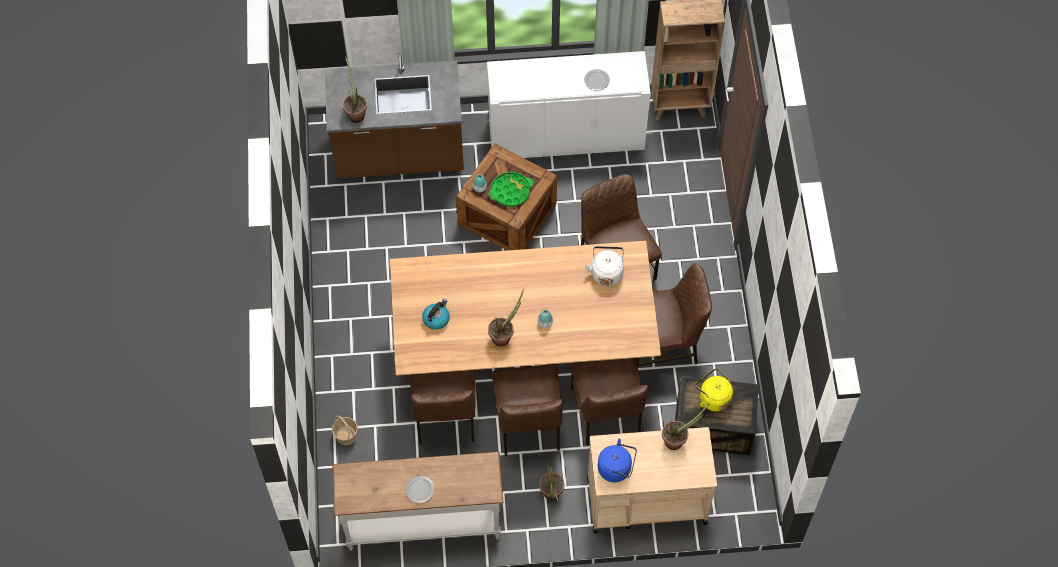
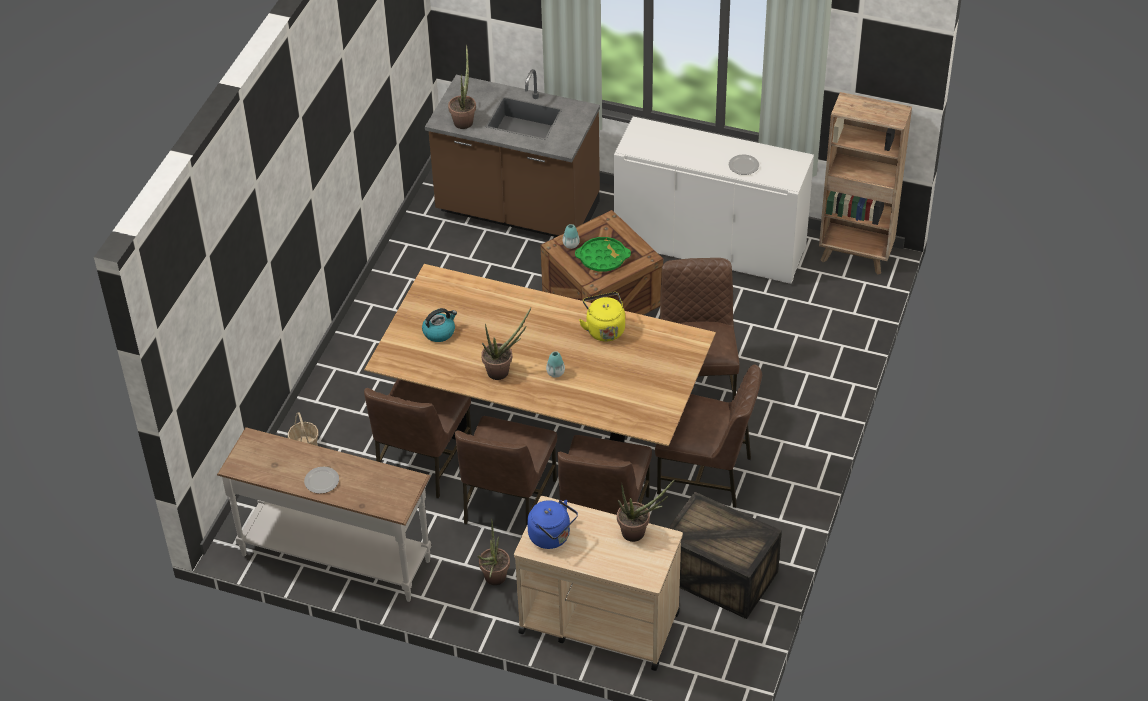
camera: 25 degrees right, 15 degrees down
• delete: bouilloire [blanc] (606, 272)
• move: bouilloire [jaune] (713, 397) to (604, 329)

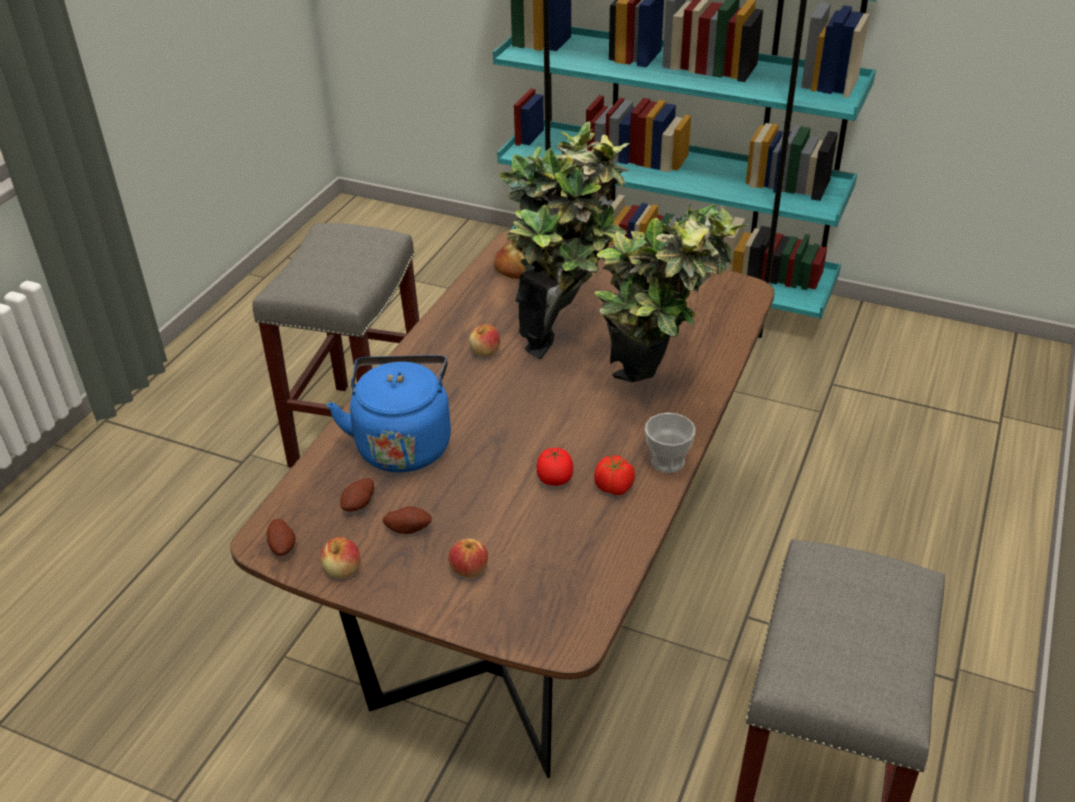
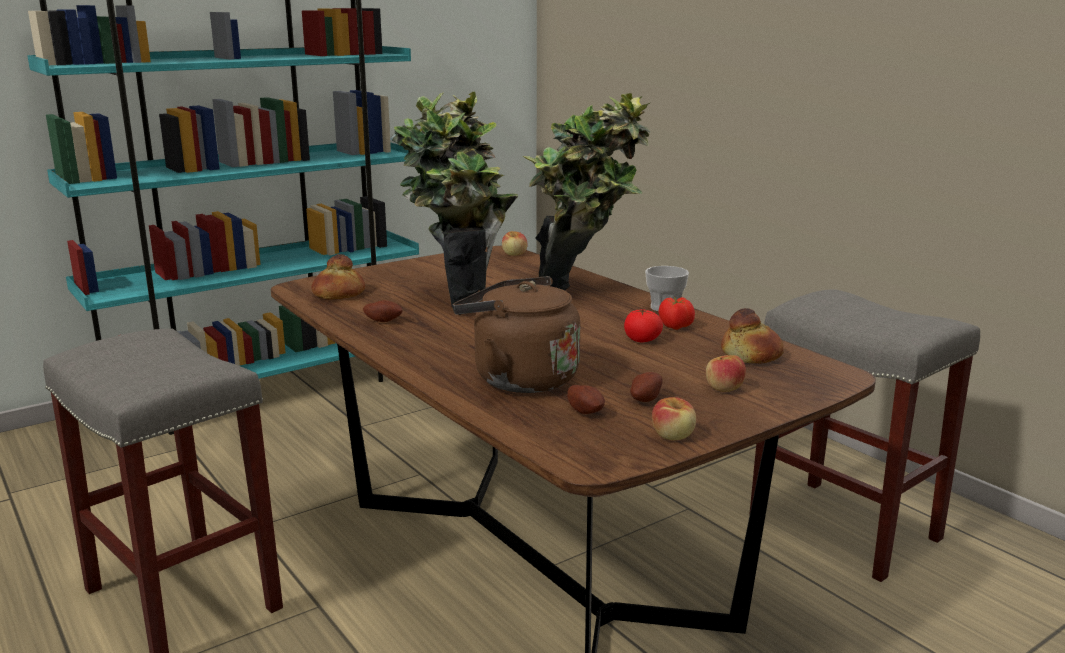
camera: 60 degrees left, 20 degrees down
• move: pomme de terre (283, 546) to (384, 321)
• recolor: bouilloire [bleu] (403, 443) to bouilloire [marron] (519, 378)
• move: pomme (485, 352) to (514, 254)
• insert: pain (751, 354)

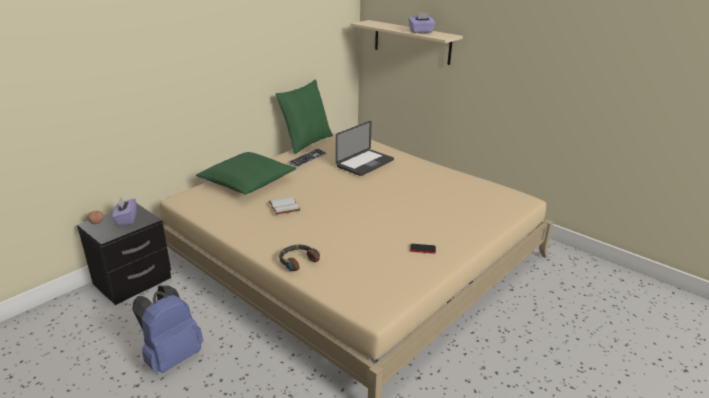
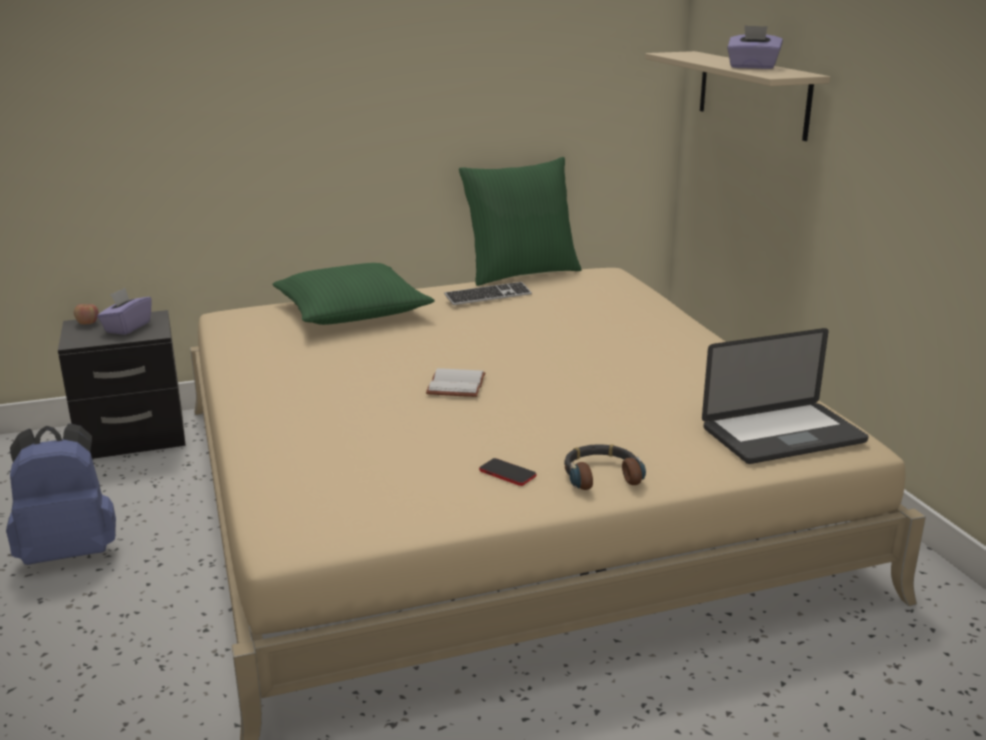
camera: 30 degrees right, 5 degrees down
• move: livre [blanc] (283, 206) to (454, 385)
• move: casque audio (298, 260) to (601, 475)
• move: ordinateur portable (365, 163) to (783, 435)

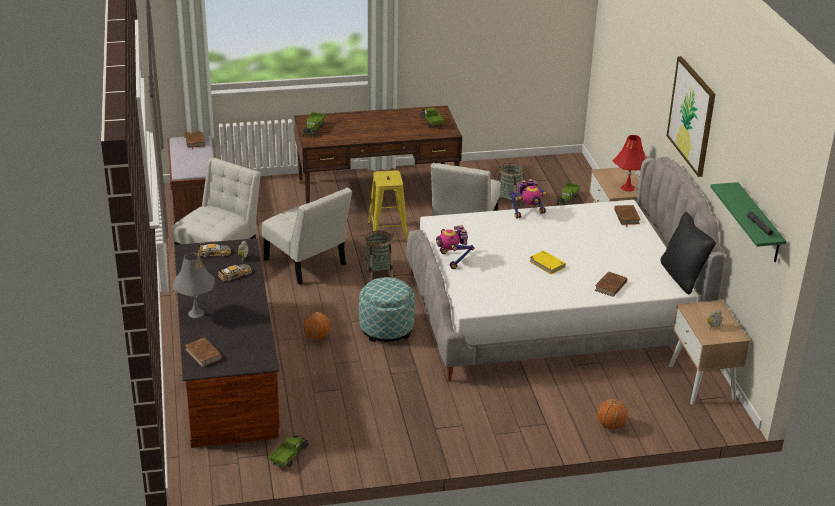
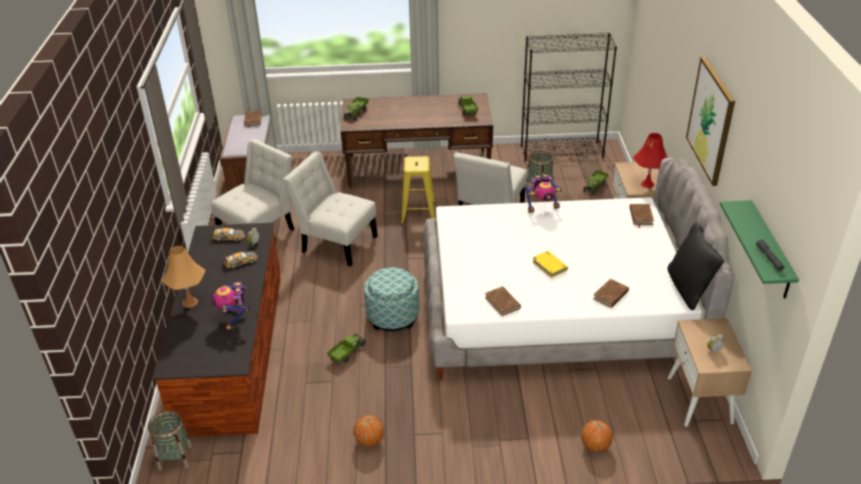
camera: 10 degrees right, 5 degrees up
• recolor: lampe de table [gris] (196, 313) to lampe de table [orange] (190, 302)
• move: livre [marron] (203, 354) to (502, 303)
• rotate: chaise [blanc] (307, 264) = (336, 242) 150 degrees clockwise
• move: camion jouet (289, 456) to (347, 353)
• move: ballon de basket (317, 337) to (369, 441)
• move: panier (378, 273) to (175, 457)
• move: robot jouet (452, 259) to (234, 317)
• insert: bibliothèque [noir] (562, 151)

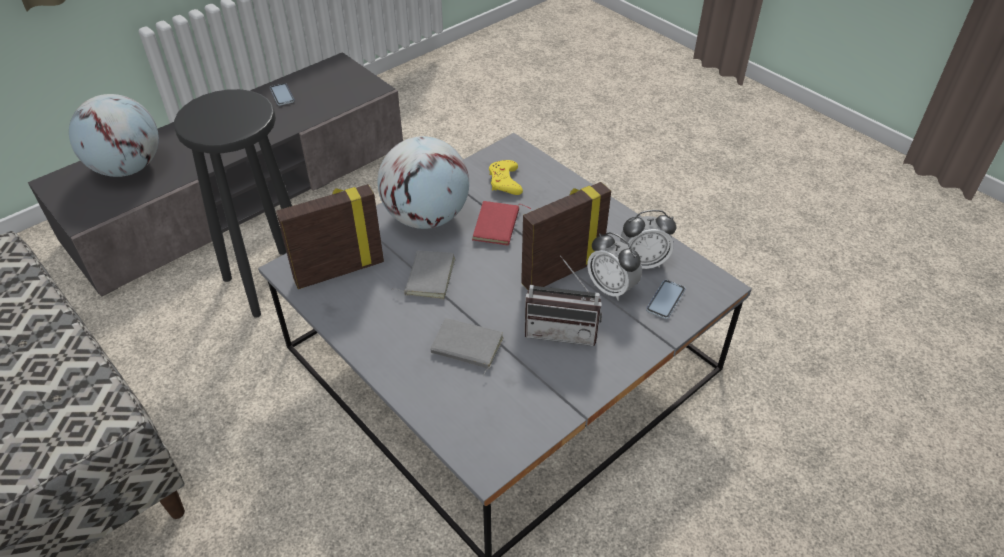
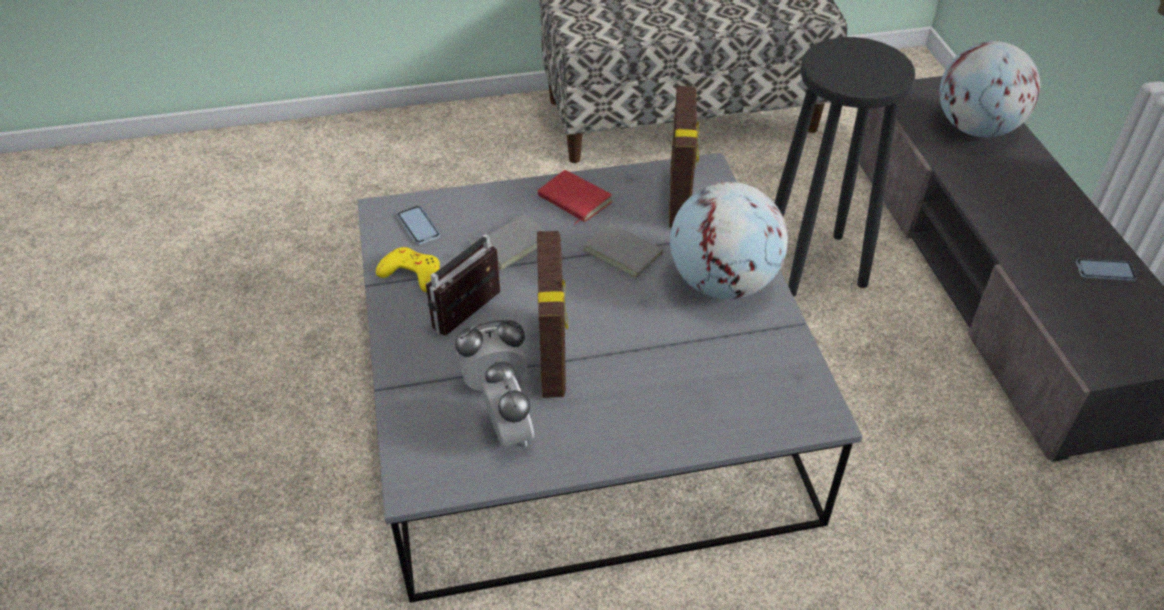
camera: 120 degrees right, 0 degrees up
• move: livre [rouge] (498, 226) to (573, 200)
• move: manette [jaune] (505, 181) to (411, 273)
• rotate: réveil (643, 262) = (509, 434) 135 degrees clockwise
• move: téléphone (665, 300) to (418, 226)

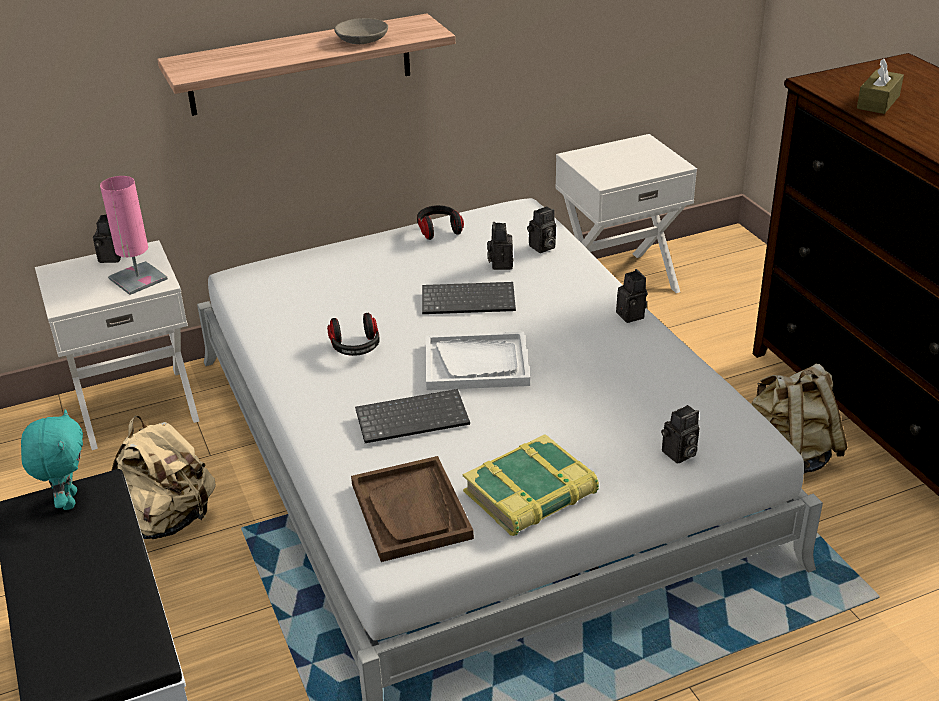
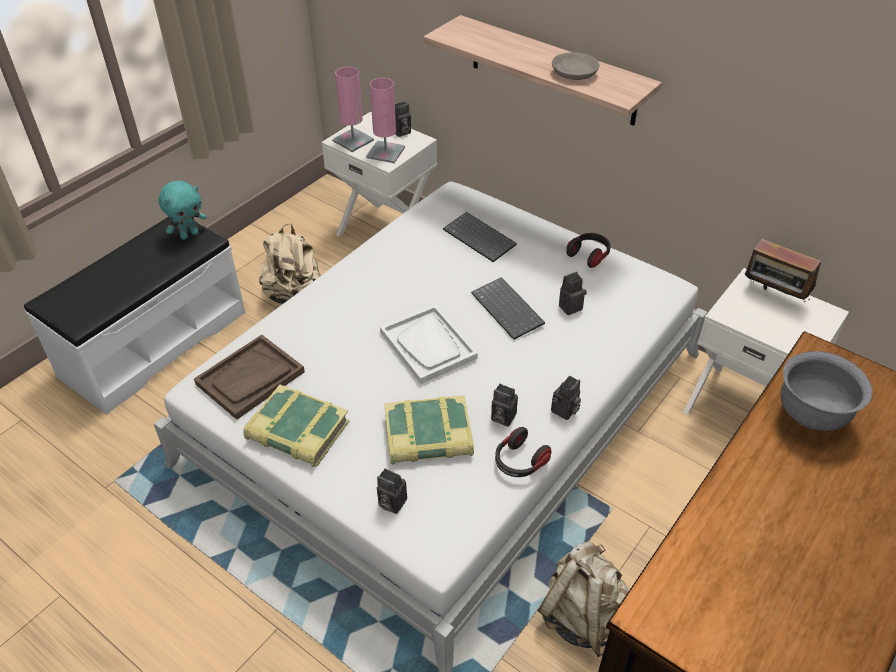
camera: 60 degrees right, 10 degrees up
• move: casque audio (355, 347) to (519, 462)
• move: clavier (413, 417) to (481, 238)
• move: appareil photo (542, 247) to (501, 417)
• replace: boîte à mouchoirs [marron] (878, 102) to bol [gris] (811, 415)
• insert: lampe de table [rose] (353, 140)
• insert: livre (428, 437)
• insert: radio (773, 296)

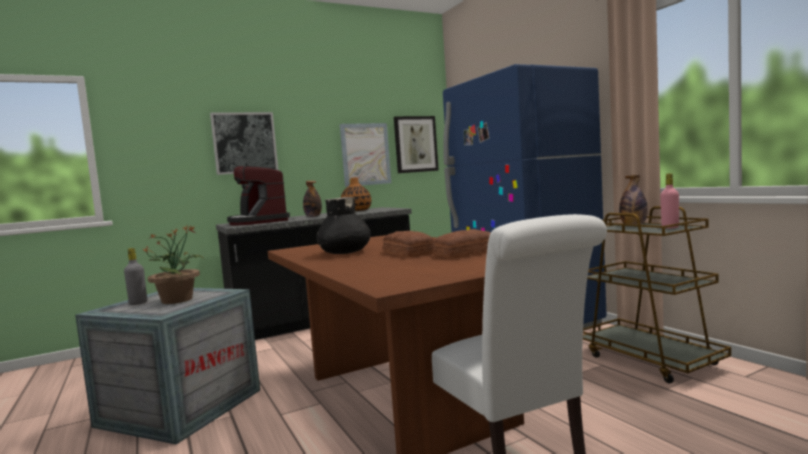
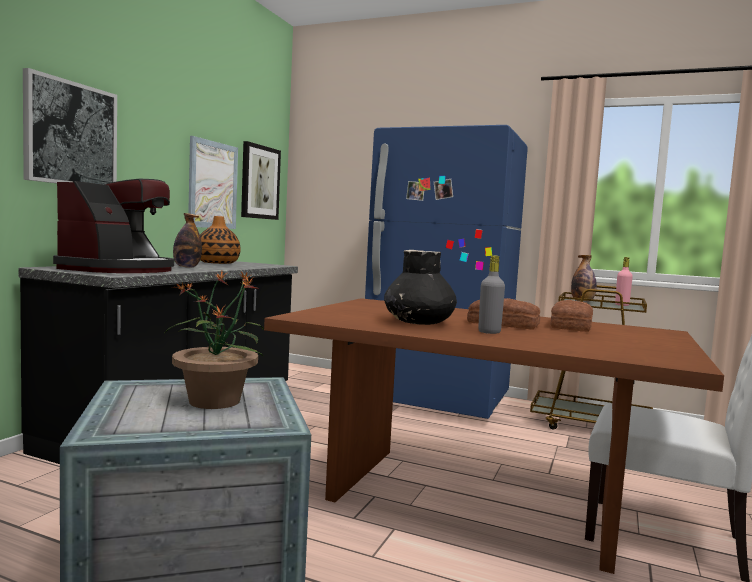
camera: 40 degrees left, 0 degrees up
• move: bouteille [gris] (138, 303) to (489, 332)
• rotate: machine à café (258, 222) = (119, 269) 90 degrees counterclockwise

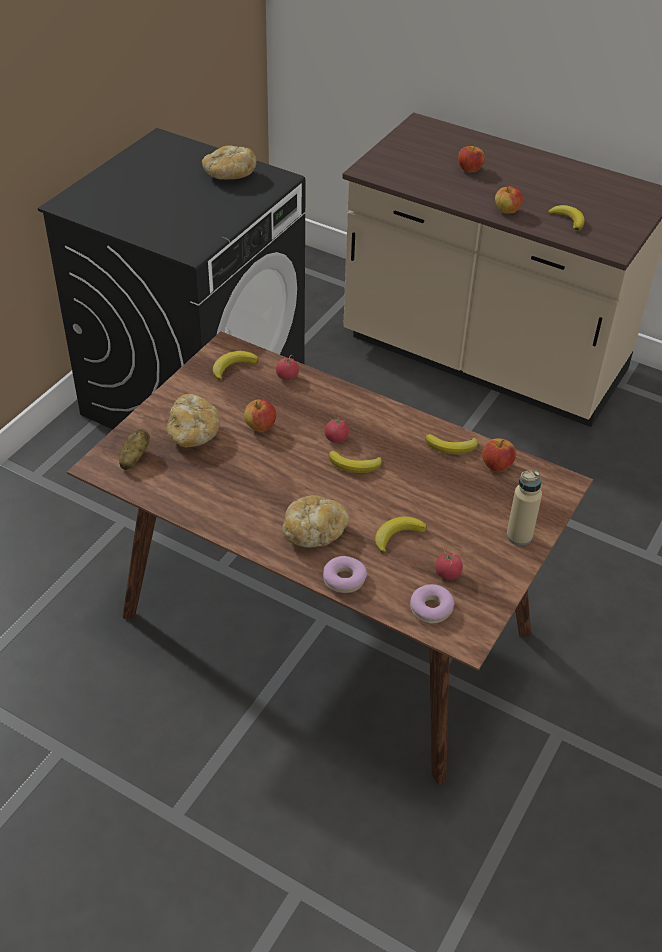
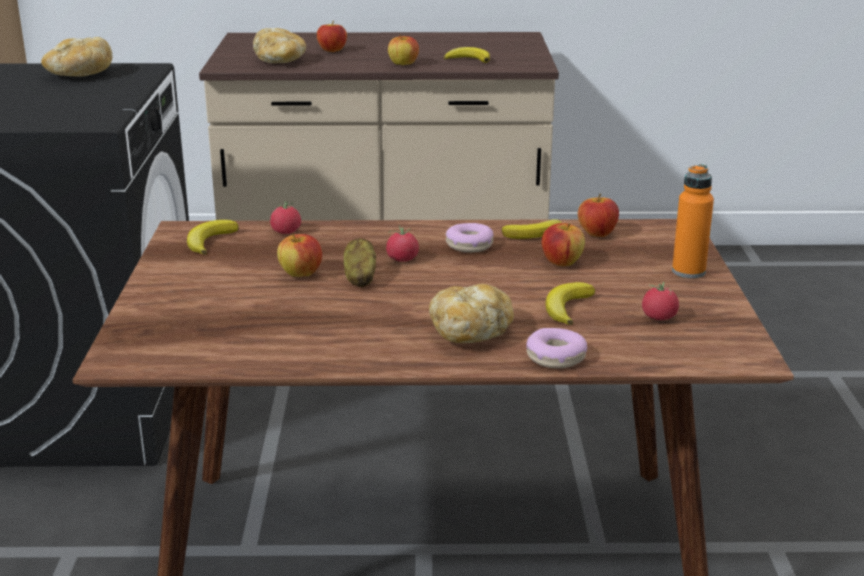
camera: 30 degrees left, 20 degrees down
• move: pomme de terre (134, 458) to (359, 278)
• move: pain (193, 433) to (280, 61)
• delete: banane (355, 465)
• move: beignet (431, 608) to (469, 245)
• recolor: bouteille [beige] (519, 536) to bouteille [orange] (688, 271)
• insert: pomme (562, 262)

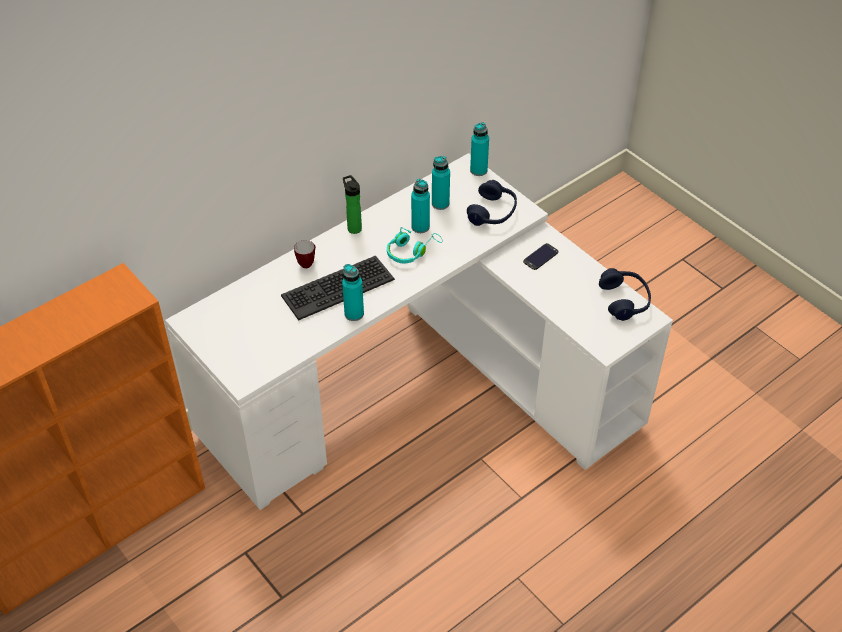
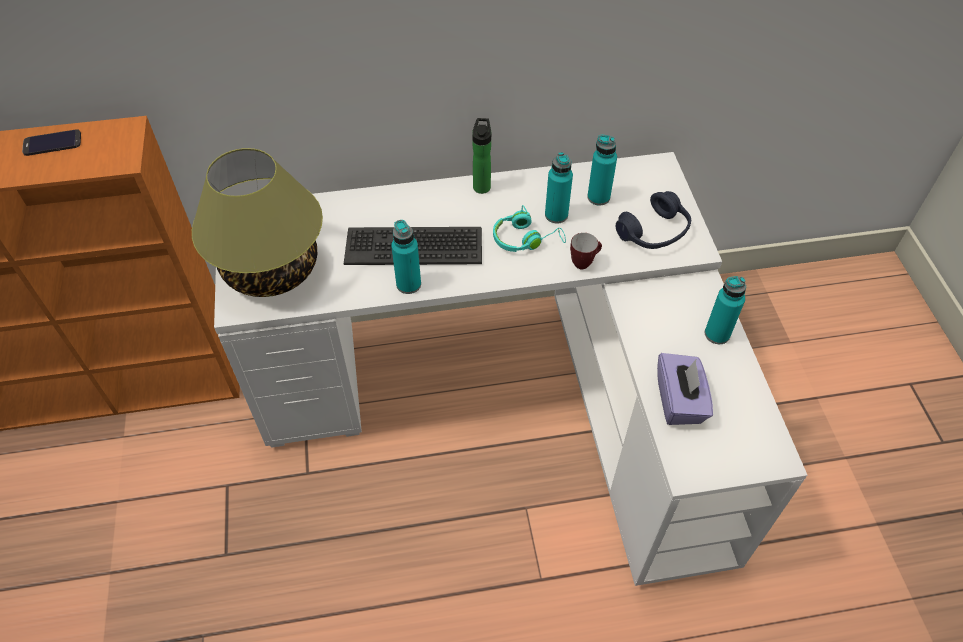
camera: 30 degrees right, 5 degrees up
• move: mug (307, 263) to (584, 262)
• move: bouteille [turquoise] (478, 170) to (717, 334)
• move: téléphone (540, 257) to (52, 143)
• delete: casque audio [bleu] (624, 300)
• insert: lampe de table (272, 269)
• insert: boîte à mouchoirs [violet] (679, 401)

